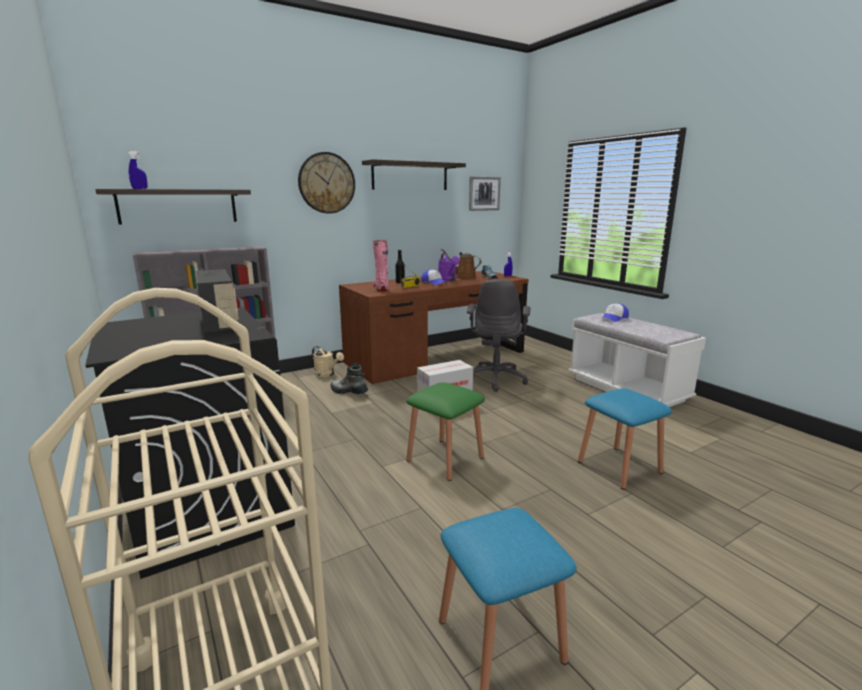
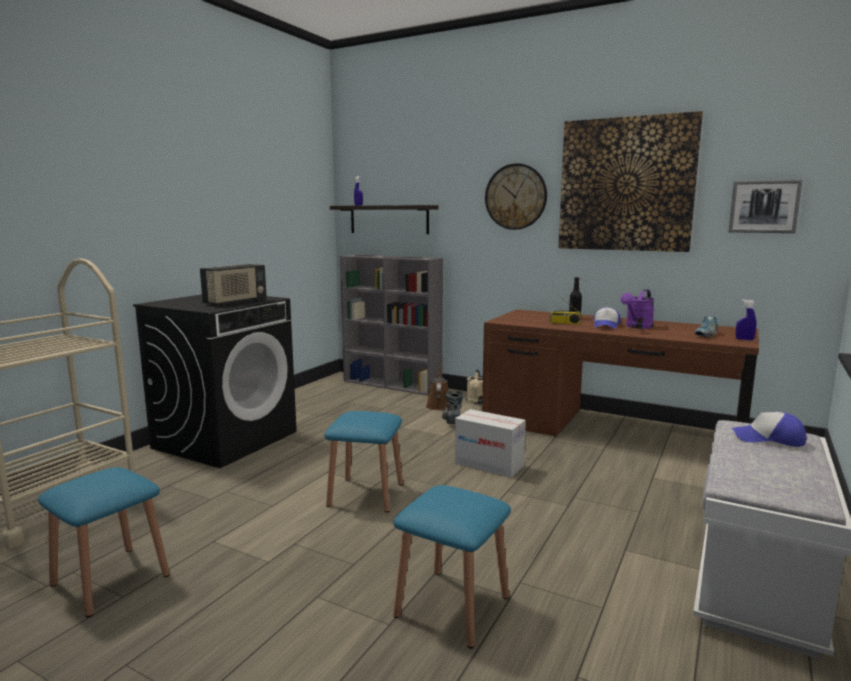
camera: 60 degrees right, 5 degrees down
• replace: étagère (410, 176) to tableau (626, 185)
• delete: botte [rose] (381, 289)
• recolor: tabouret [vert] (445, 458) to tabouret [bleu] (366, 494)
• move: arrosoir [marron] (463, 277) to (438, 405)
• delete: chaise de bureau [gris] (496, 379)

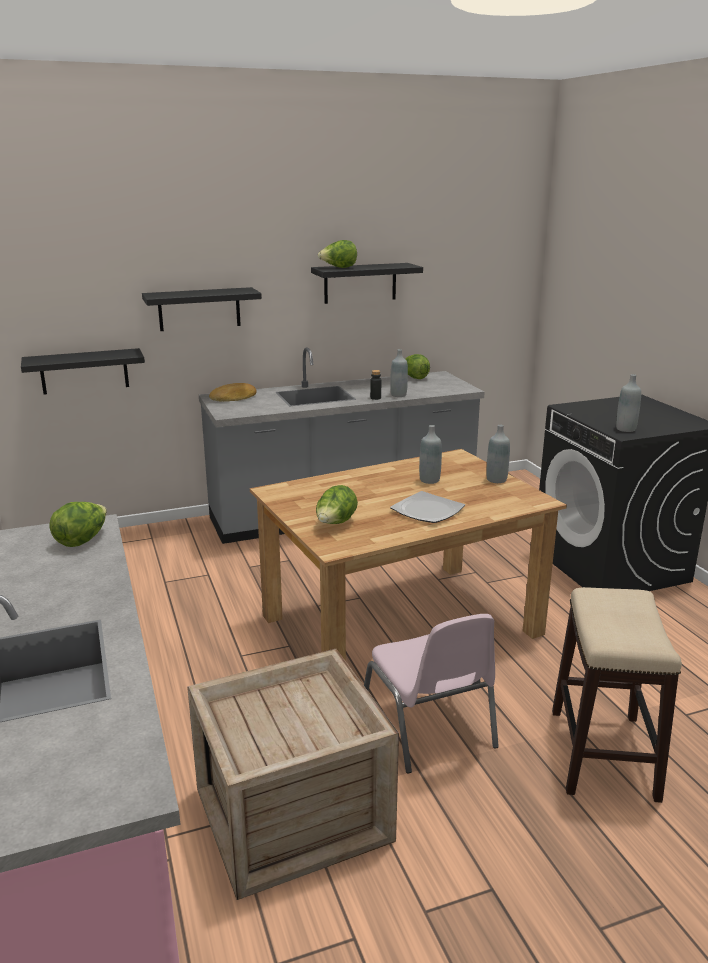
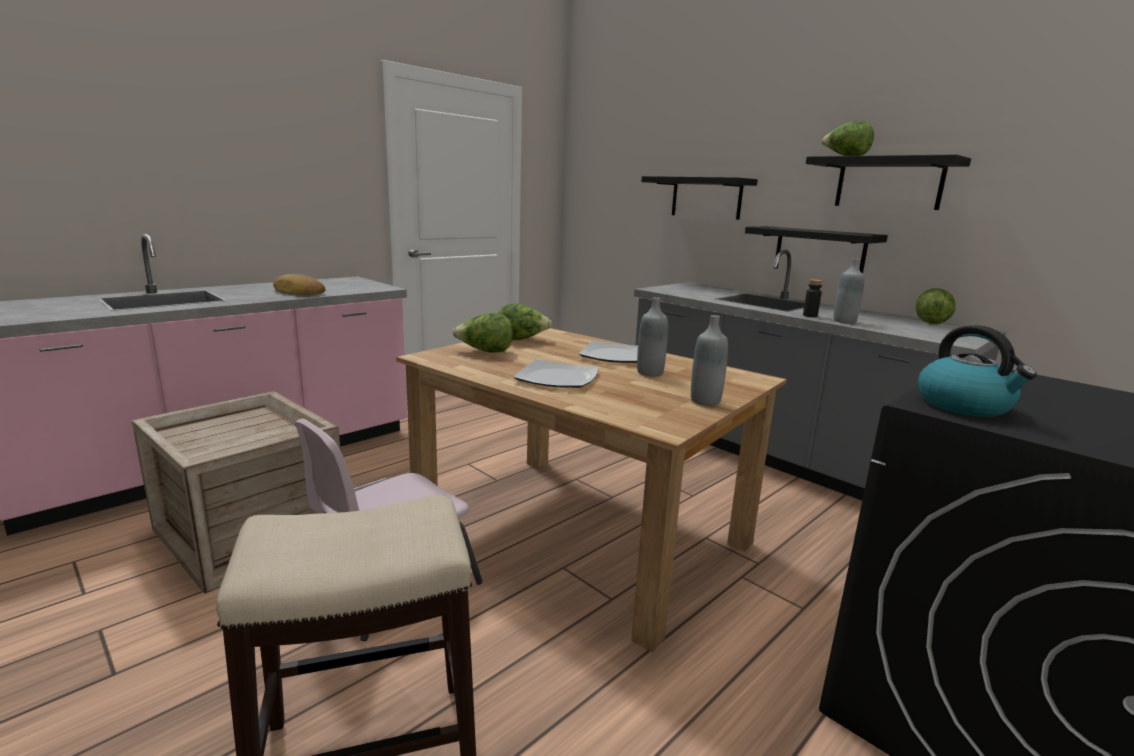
camera: 65 degrees right, 5 degrees down
• move: étagère [noir] (84, 371) to (819, 251)
• move: laitue (82, 540) to (521, 339)
• move: pain (234, 397) to (298, 292)
• replace: bouteille [gris] (625, 429) to bouilloire (964, 406)
• insert: assiette (614, 355)

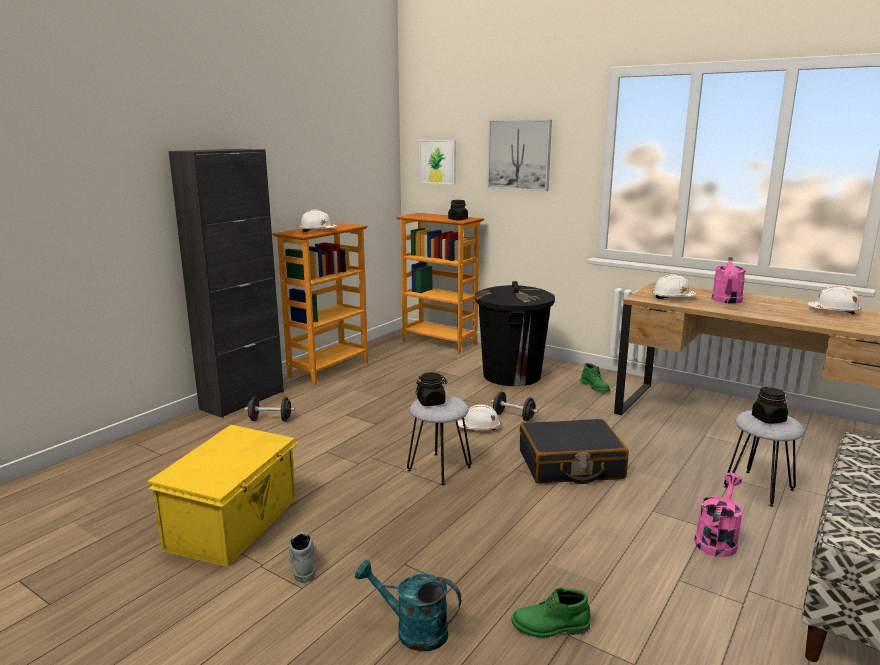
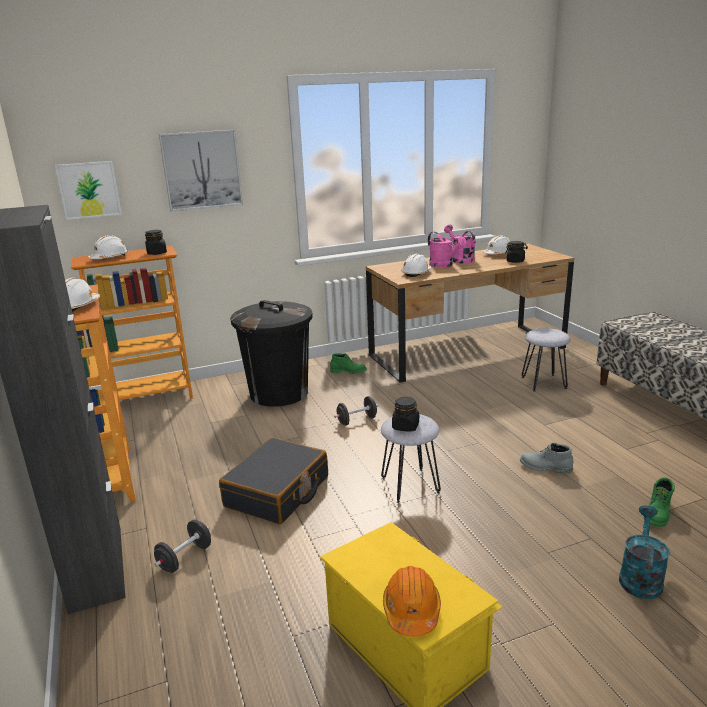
camera: 55 degrees left, 5 degrees up
• move: botte [gris] (301, 562) to (545, 467)
• rotate: arrosoir [turquoise] (412, 630) = (640, 577) 150 degrees clockwise
• move: casque de chantier [blanc] (479, 427) to (110, 258)
• move: valise [noir] (570, 465) to (277, 492)
• move: arrosoir [rose] (717, 539) to (460, 259)
• move: bocal [noir] (768, 419) to (515, 261)
• insert: casque de chantier [orange] (411, 610)

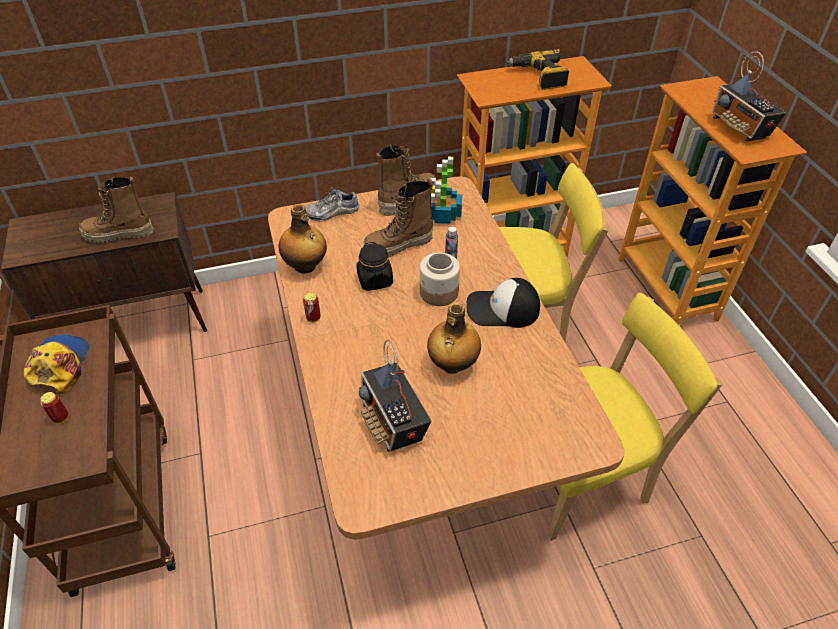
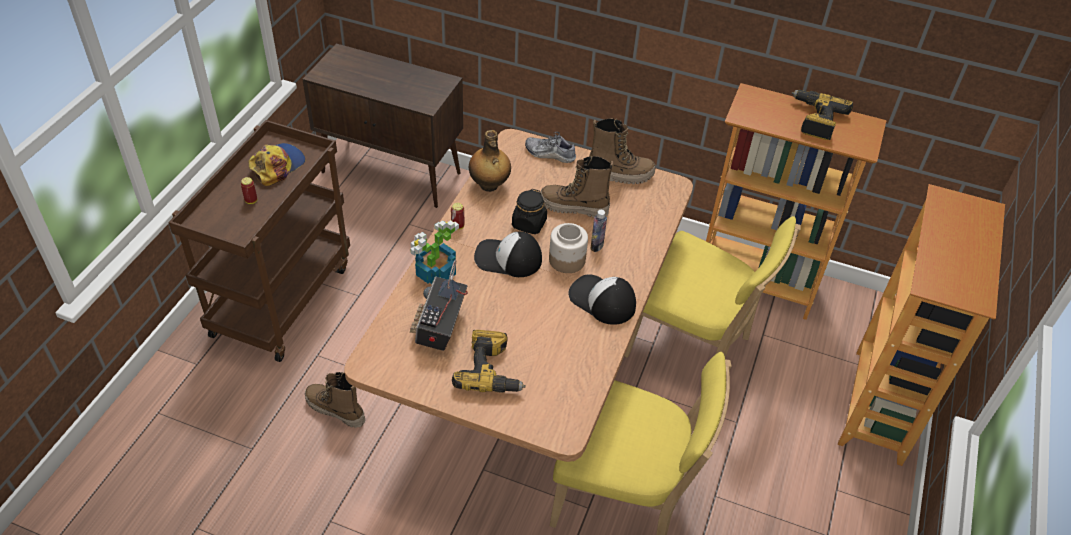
camera: 35 degrees right, 0 degrees up
• move: botte (119, 234) to (335, 410)
• delete: bouteille (452, 365)
• move: plante en pot (442, 215) to (435, 272)
• delete: radio (740, 128)
• insert: perceuse (491, 371)
• insert: casquette (507, 259)

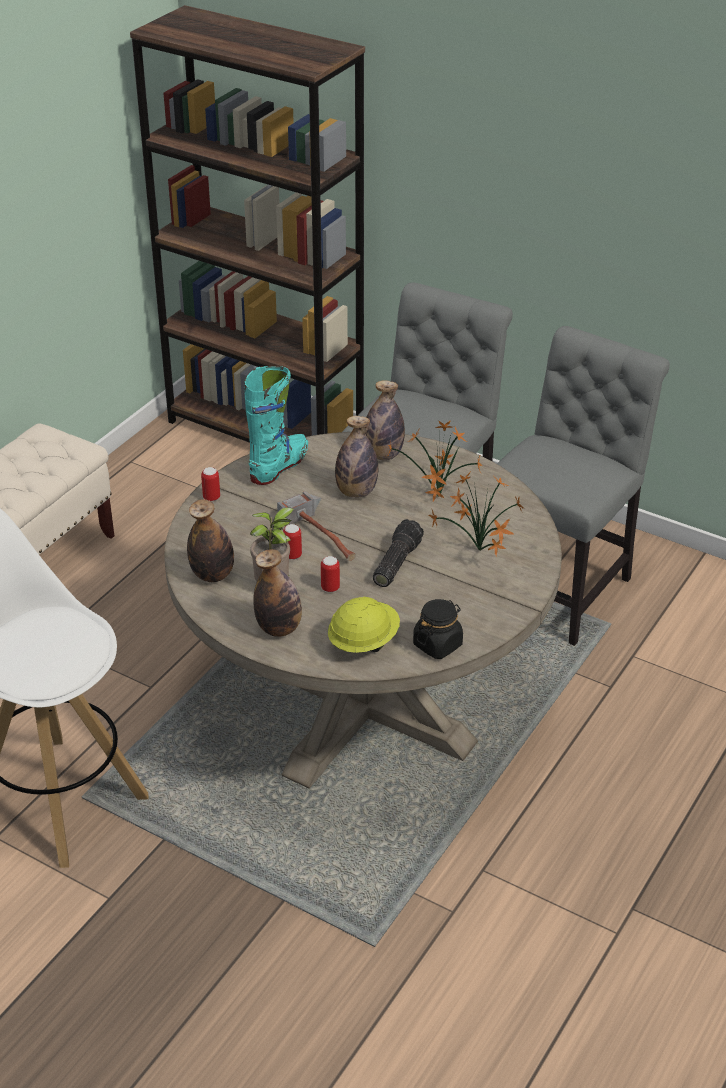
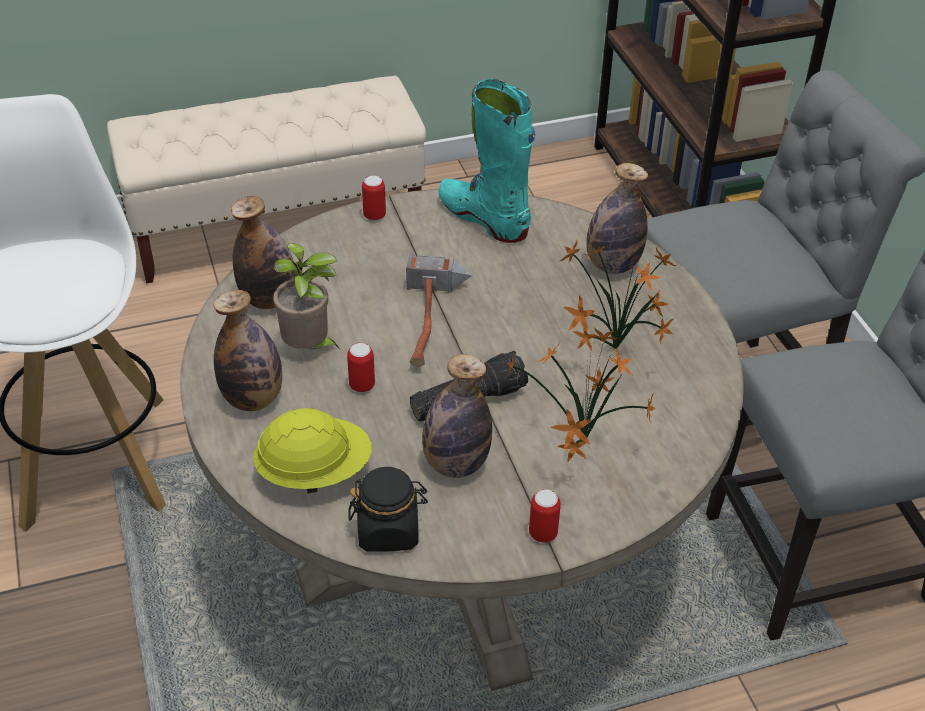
camera: 40 degrees right, 5 degrees up
• rotate: botte [turquoise] (279, 466) = (484, 219) 120 degrees counterclockwise
• move: boîte métallique (292, 555) to (543, 534)
• move: bouteille (356, 492) to (455, 464)

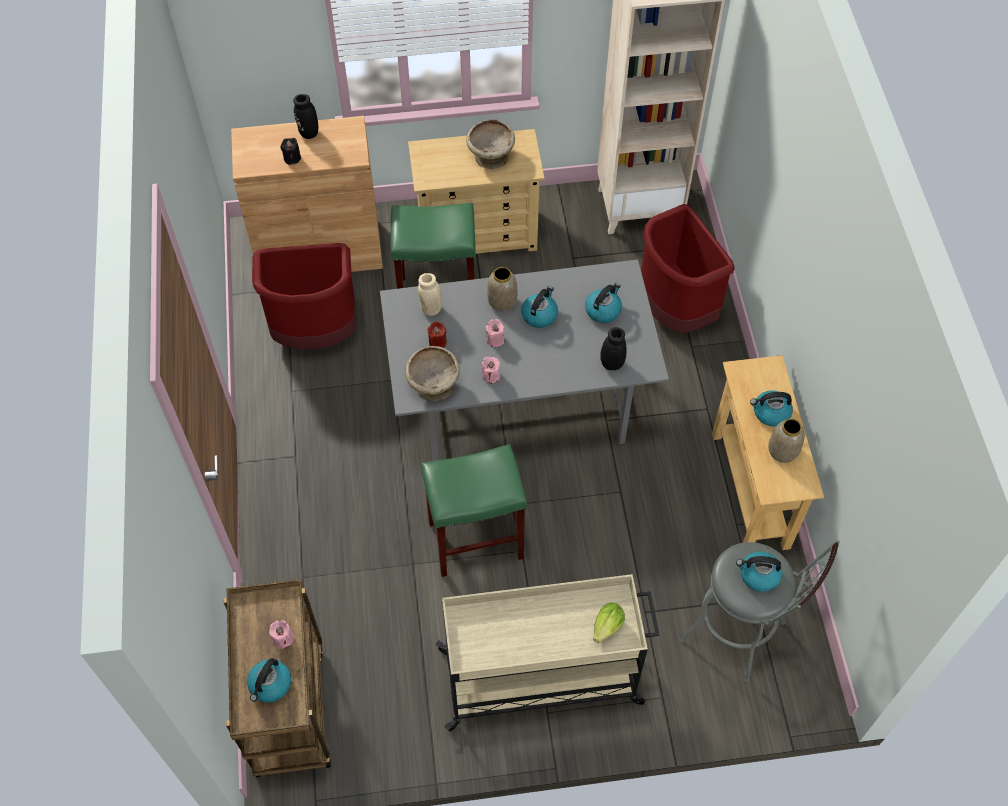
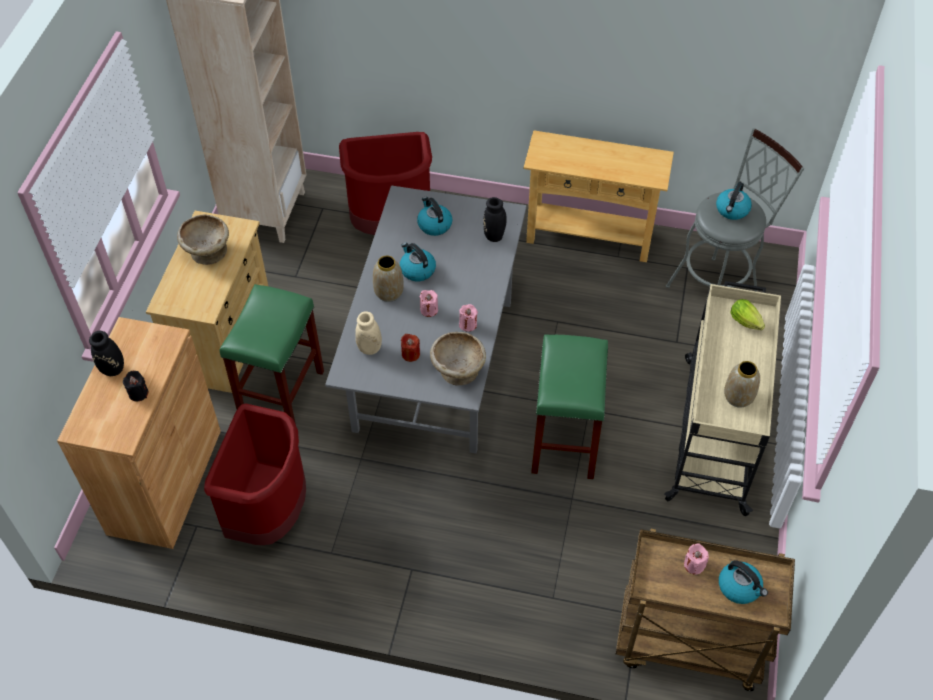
camera: 70 degrees left, 5 degrees down
• delete: bouilloire (770, 413)
• move: vase (783, 452) to (738, 397)

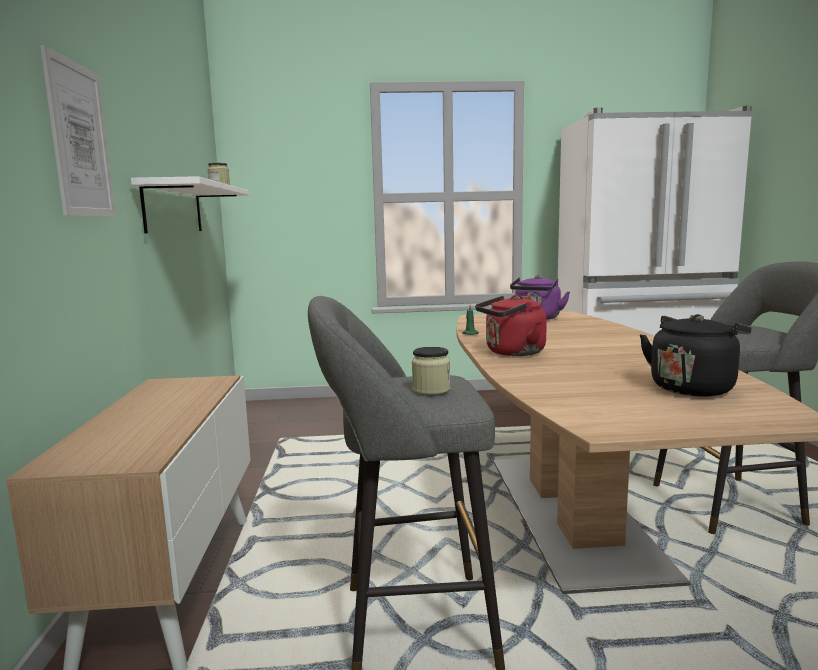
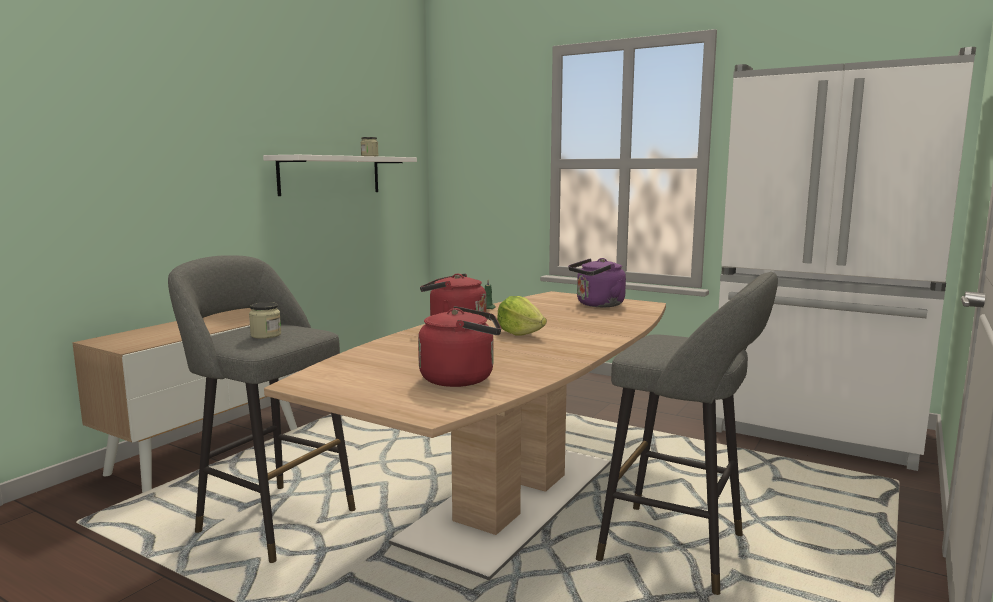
camera: 35 degrees right, 0 degrees up
• delete: tableau (80, 140)
• recolor: bouilloire [noir] (693, 388) to bouilloire [rouge] (462, 379)
• insert: laitue (520, 333)

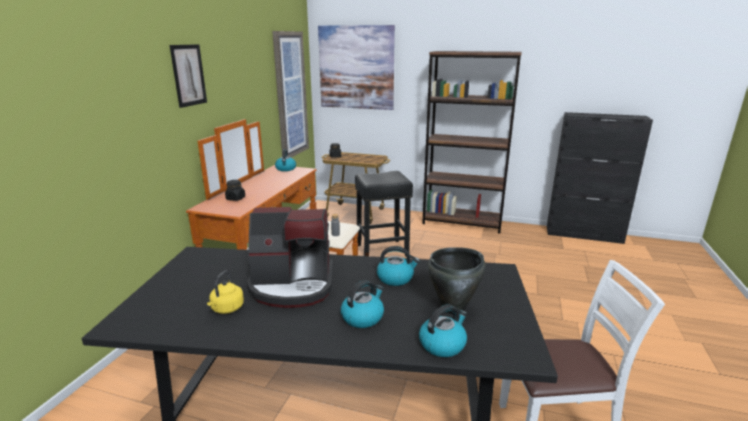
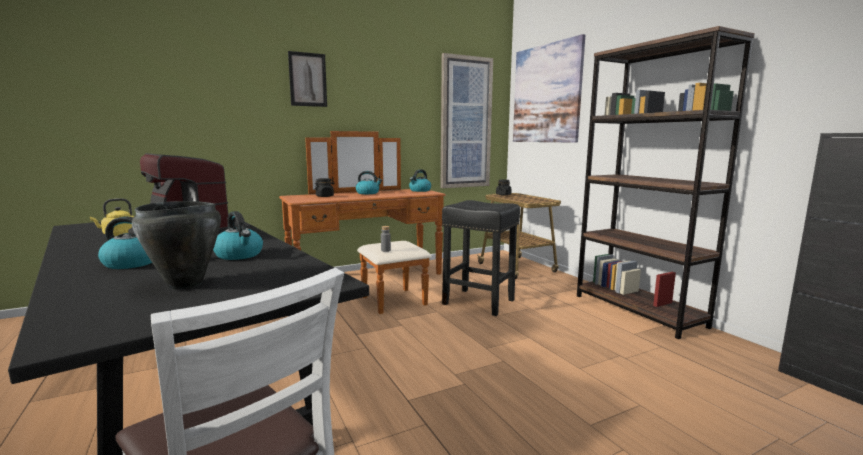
camera: 45 degrees right, 10 degrees down
• move: bouilloire (442, 344) to (368, 193)

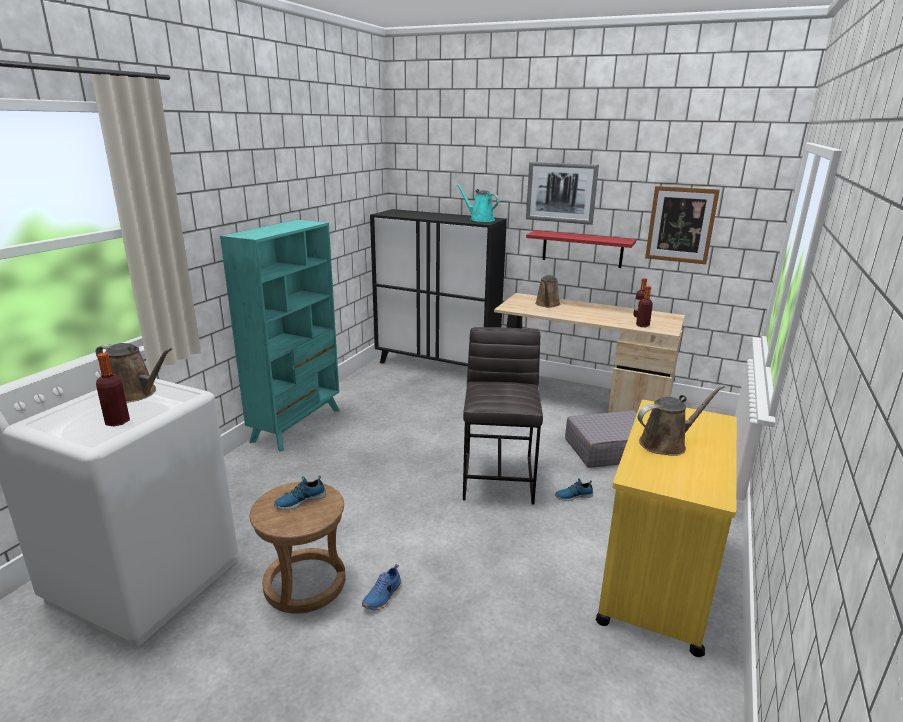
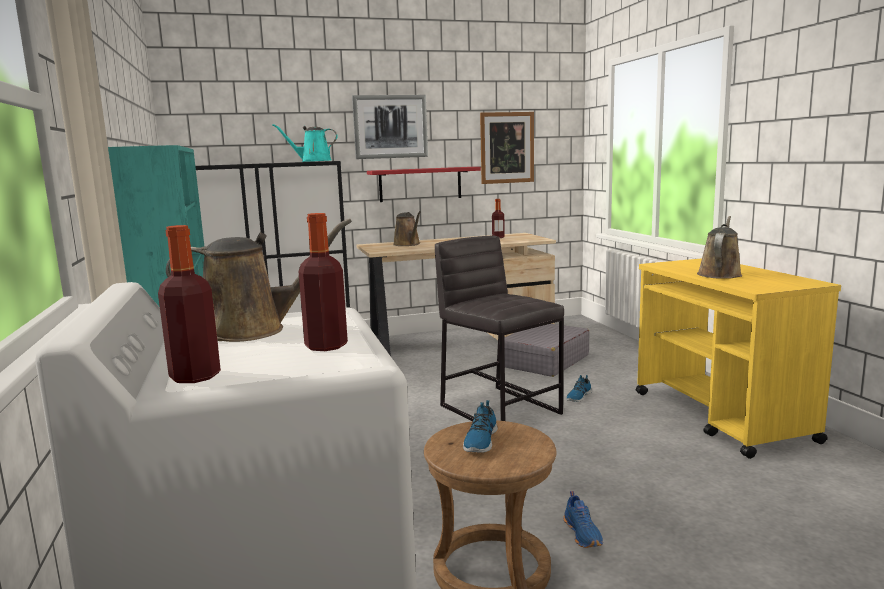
camera: 40 degrees left, 10 degrees down
• move: bouteille (642, 325) to (195, 377)

